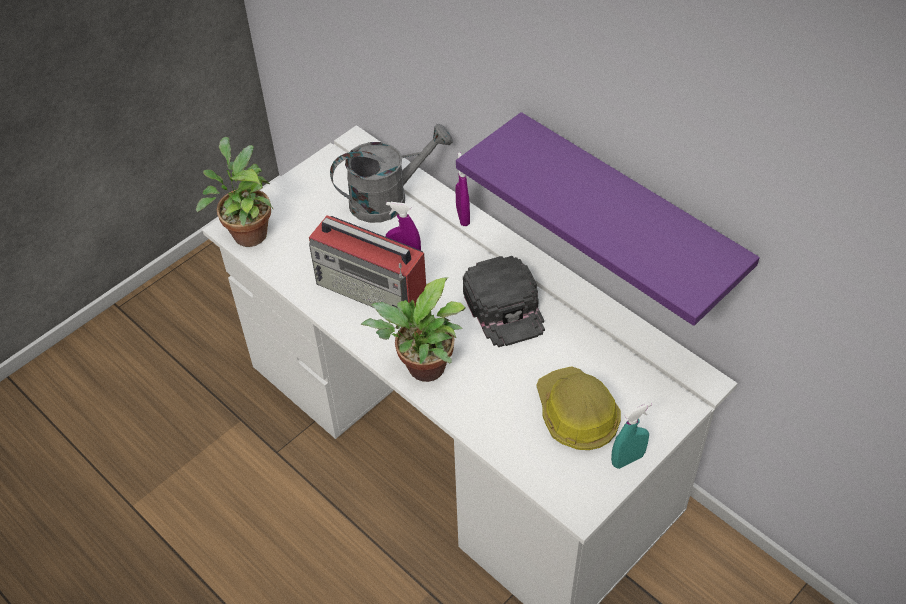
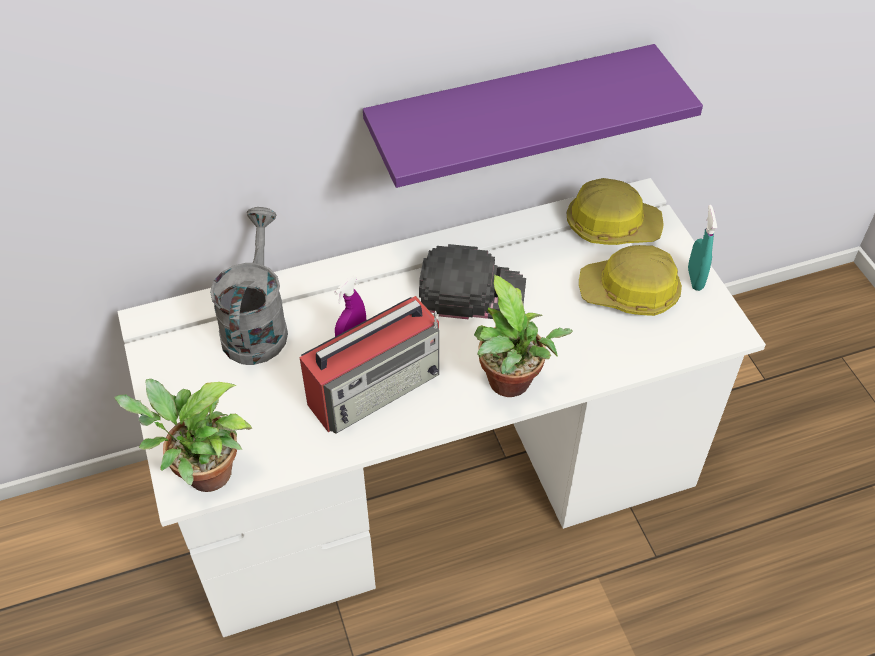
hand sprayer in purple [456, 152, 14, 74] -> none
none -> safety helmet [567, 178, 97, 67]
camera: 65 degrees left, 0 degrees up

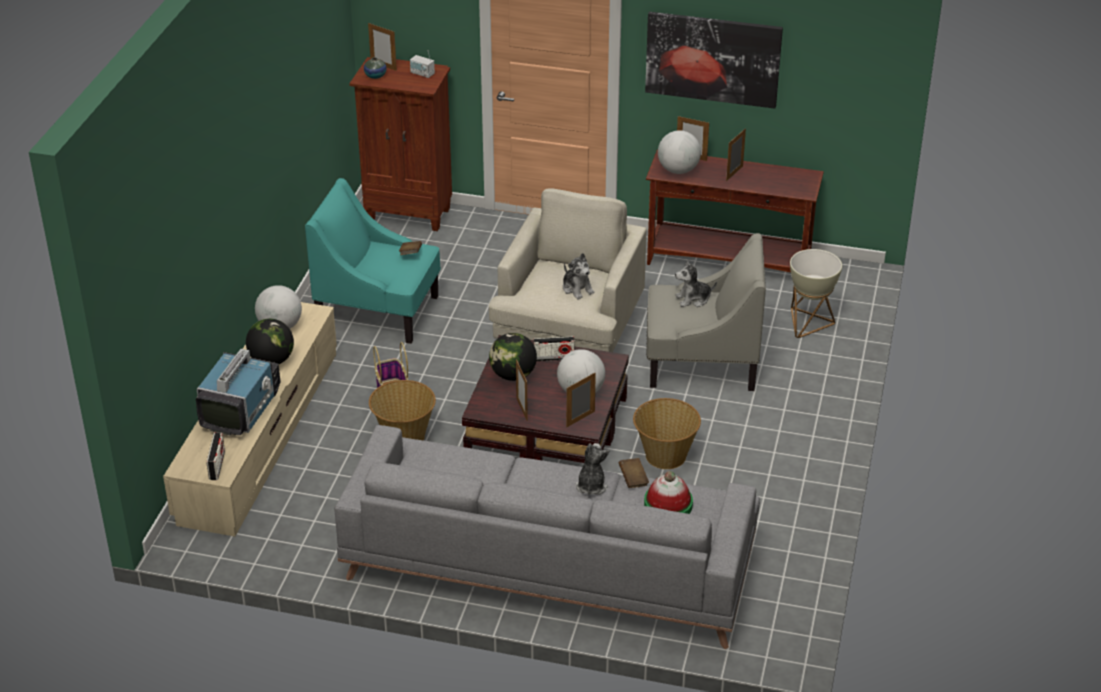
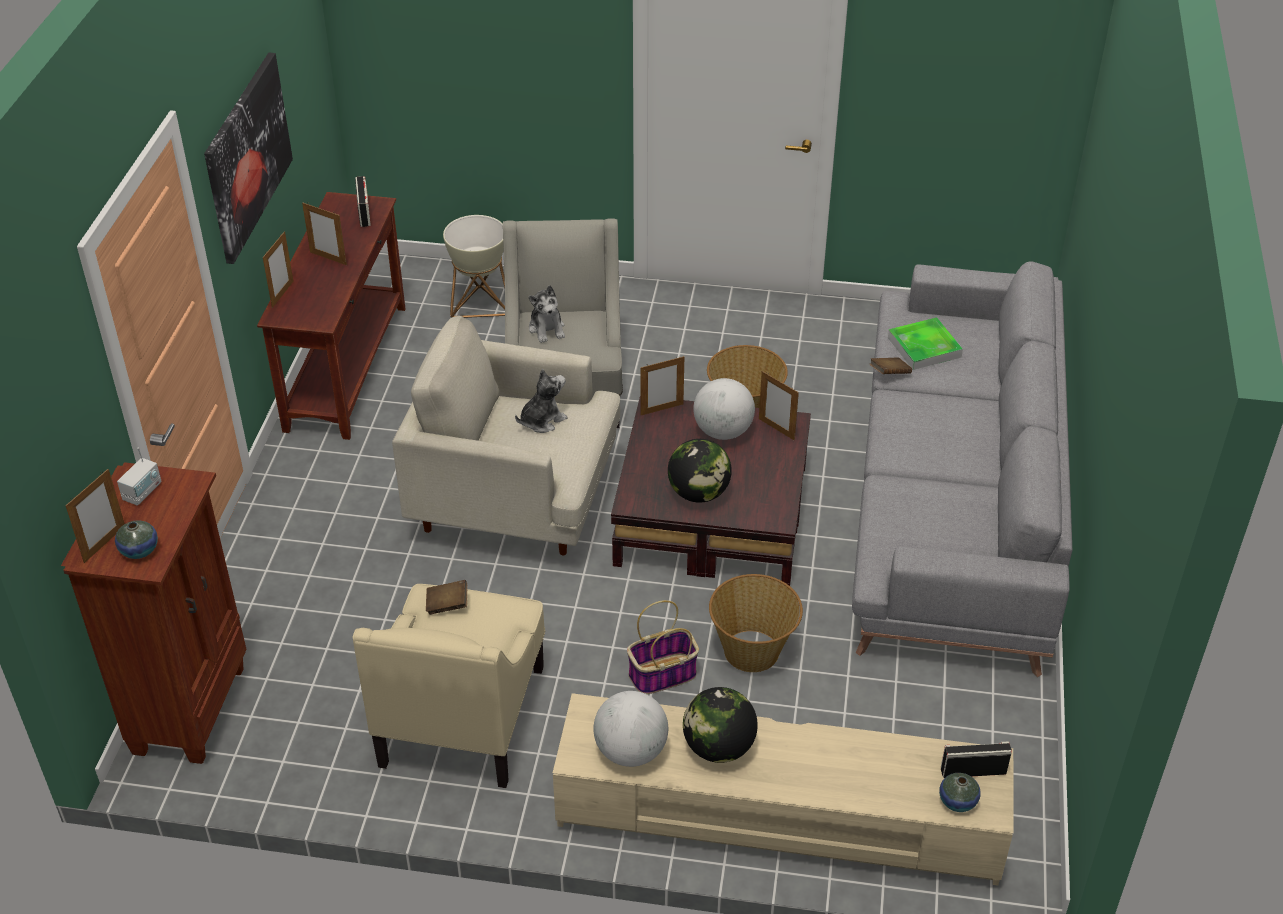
TV [196, 349, 85, 87] -> none
plush toy [576, 443, 33, 52] -> none
globe [658, 130, 43, 44] -> none
none -> decorative vase [939, 773, 42, 39]
photo frame [516, 359, 12, 62] -> photo frame [640, 356, 44, 59], move
radio receiver [533, 336, 41, 25] -> radio receiver [355, 176, 16, 51], move
wearable hat [644, 471, 49, 43] -> serving tray [888, 317, 75, 53]
easy chair in turquoise [305, 178, 136, 166] -> easy chair in sand-coloured [353, 584, 192, 204]
camera: 95 degrees left, 5 degrees up

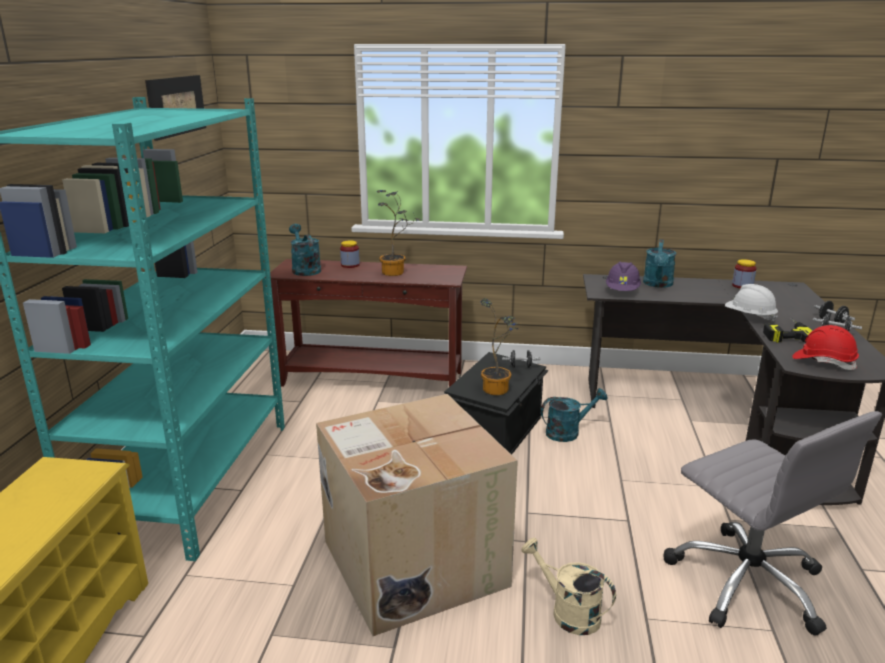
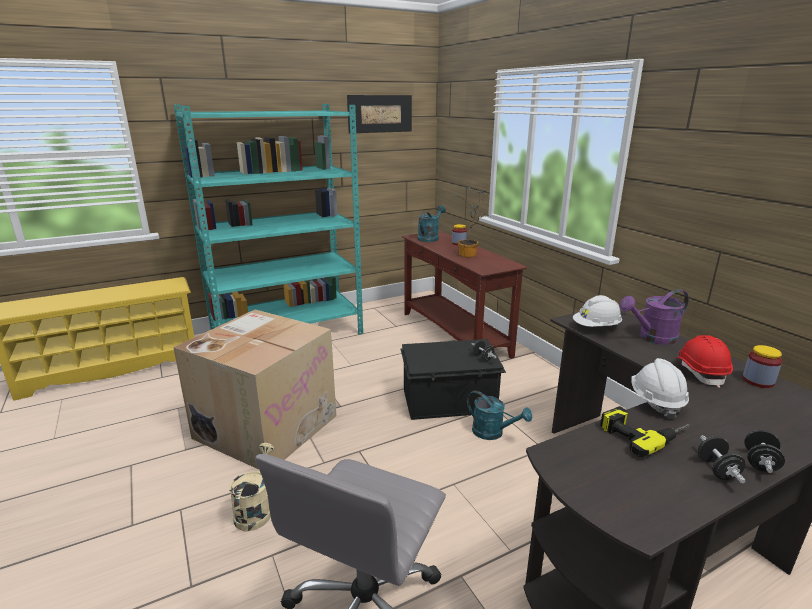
plant in a pot [480, 298, 40, 97] -> none
safety helmet in red [792, 325, 67, 45] -> safety helmet in red [675, 335, 58, 53], move
safety helmet in purple [606, 261, 35, 30] -> safety helmet in white [573, 295, 49, 32]
watering pot in turquoise [643, 239, 33, 49] -> watering pot in purple [620, 289, 69, 56]
camera: 55 degrees right, 0 degrees up

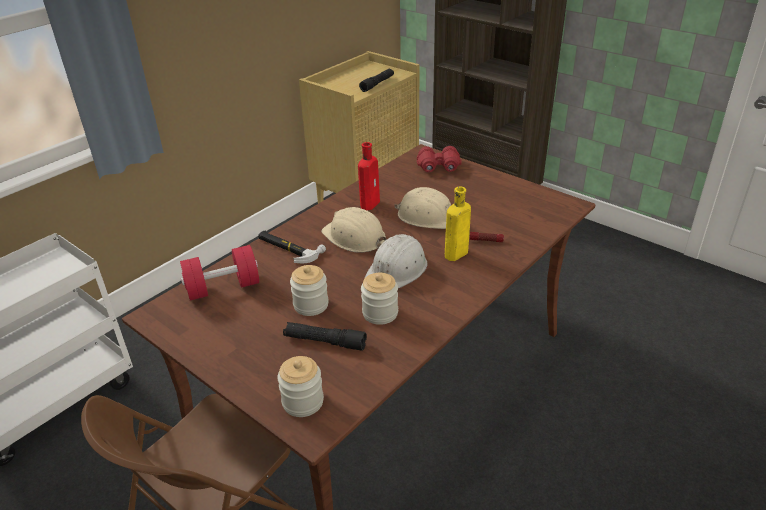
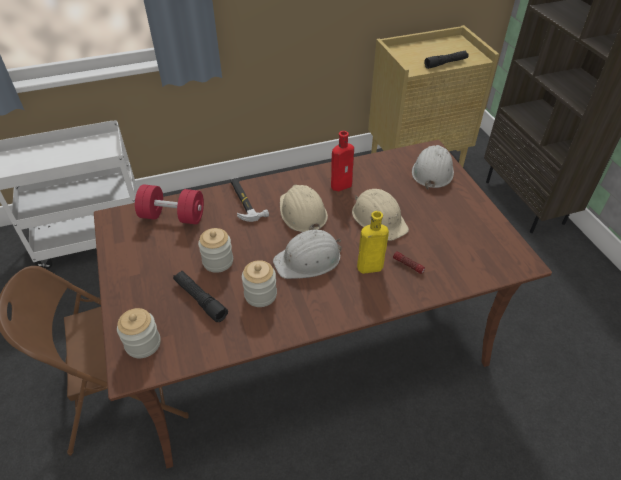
pair of binoculars in red [416, 146, 46, 26] -> safety helmet in white [412, 145, 42, 44]
camera: 30 degrees right, 10 degrees up

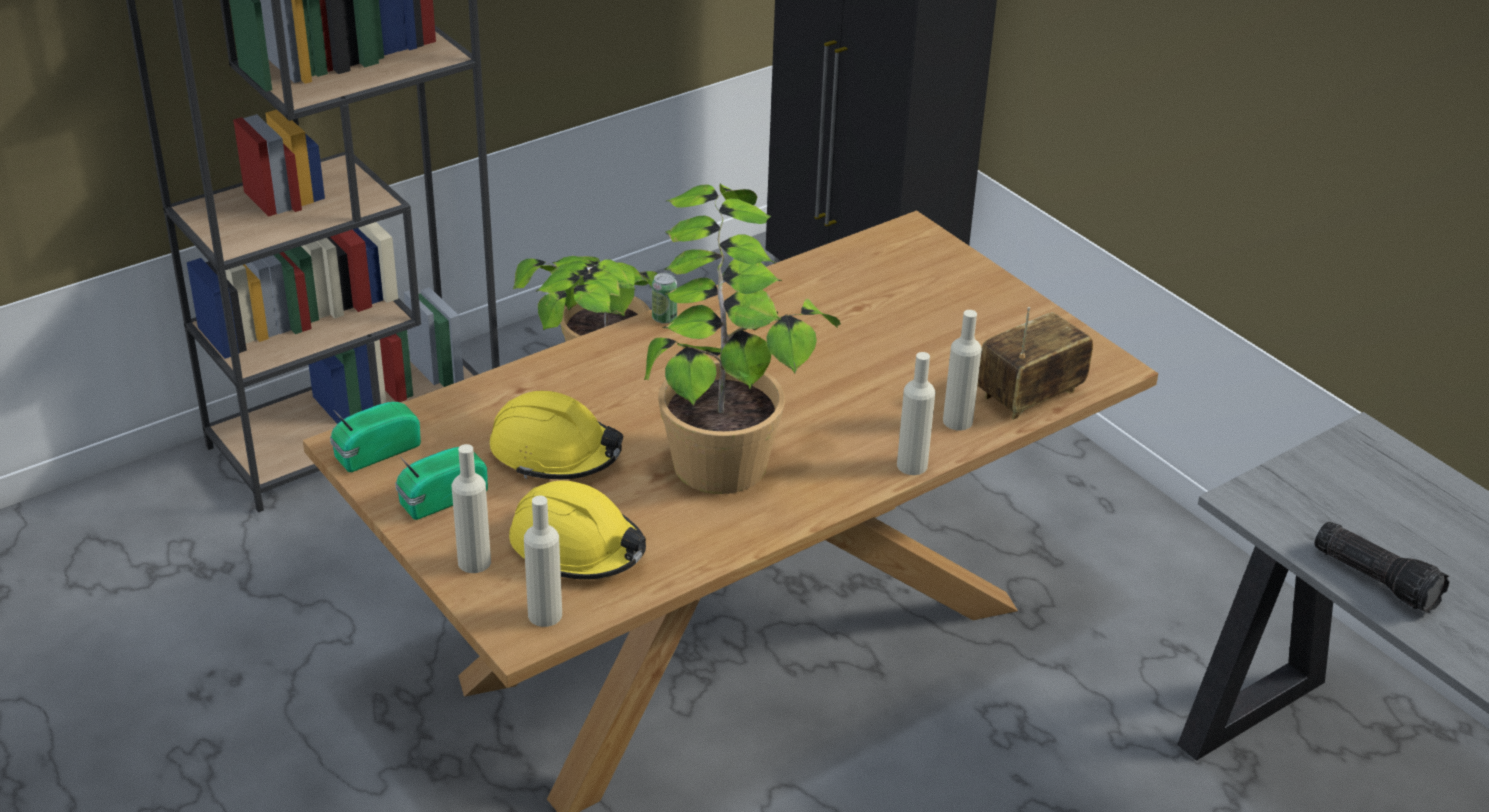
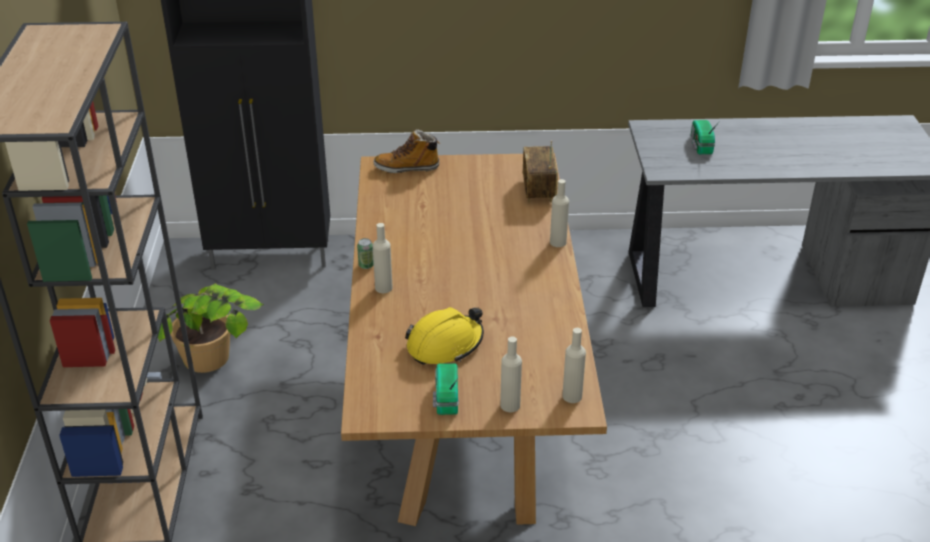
safety helmet in yellow-coloured [509, 480, 137, 100] -> none
plant in a pot [644, 184, 197, 310] -> none
flashlight [1314, 522, 136, 91] -> none
none -> high-top boot [373, 130, 67, 43]
radio receiver [330, 402, 91, 70] -> radio receiver [691, 120, 28, 34], move
beverage bottle in sand-coloured [943, 310, 39, 120] -> beverage bottle in sand-coloured [373, 223, 20, 70], move
camera: 55 degrees left, 0 degrees up

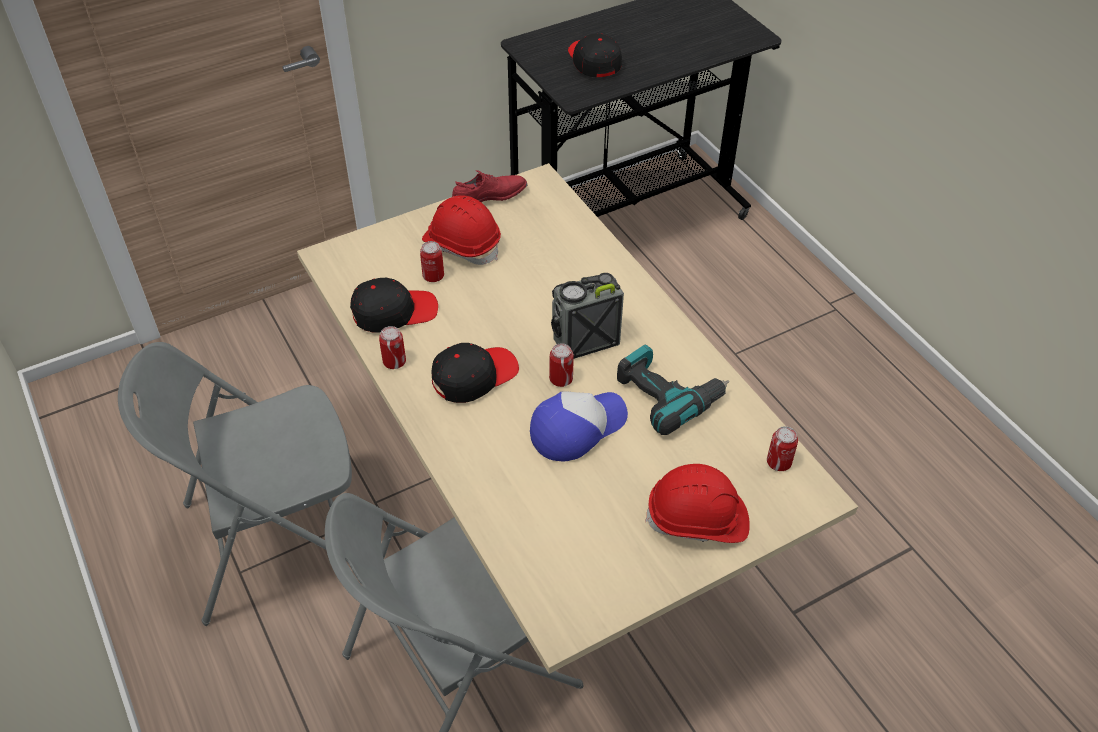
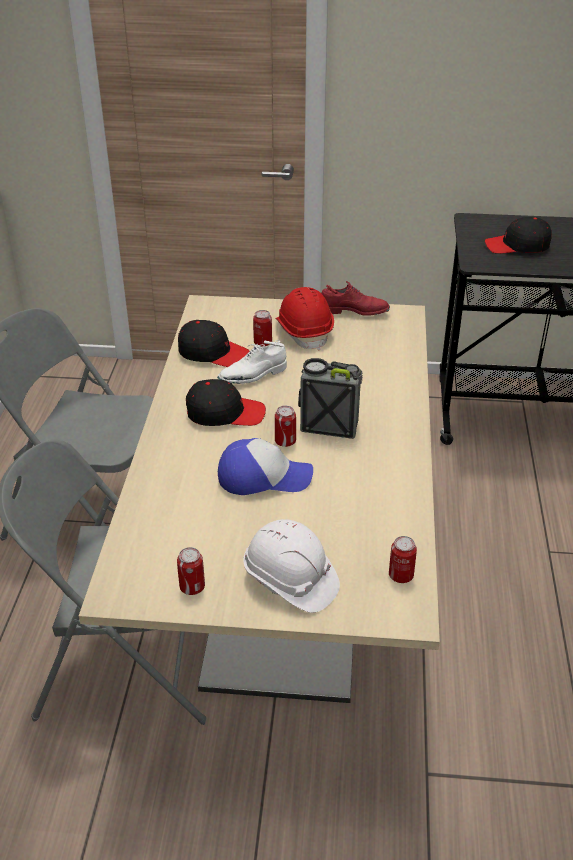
drill [617, 344, 112, 91] -> none
none -> shoe in white [217, 340, 70, 44]
metal can [379, 326, 27, 43] -> metal can [177, 547, 28, 48], move
safety helmet in red [645, 464, 105, 79] -> safety helmet in white [243, 519, 97, 94]
baseball cap in black-coloured [568, 34, 54, 44] -> baseball cap in black-coloured [485, 217, 67, 37], 105 degrees counterclockwise
camera: 35 degrees right, 10 degrees down

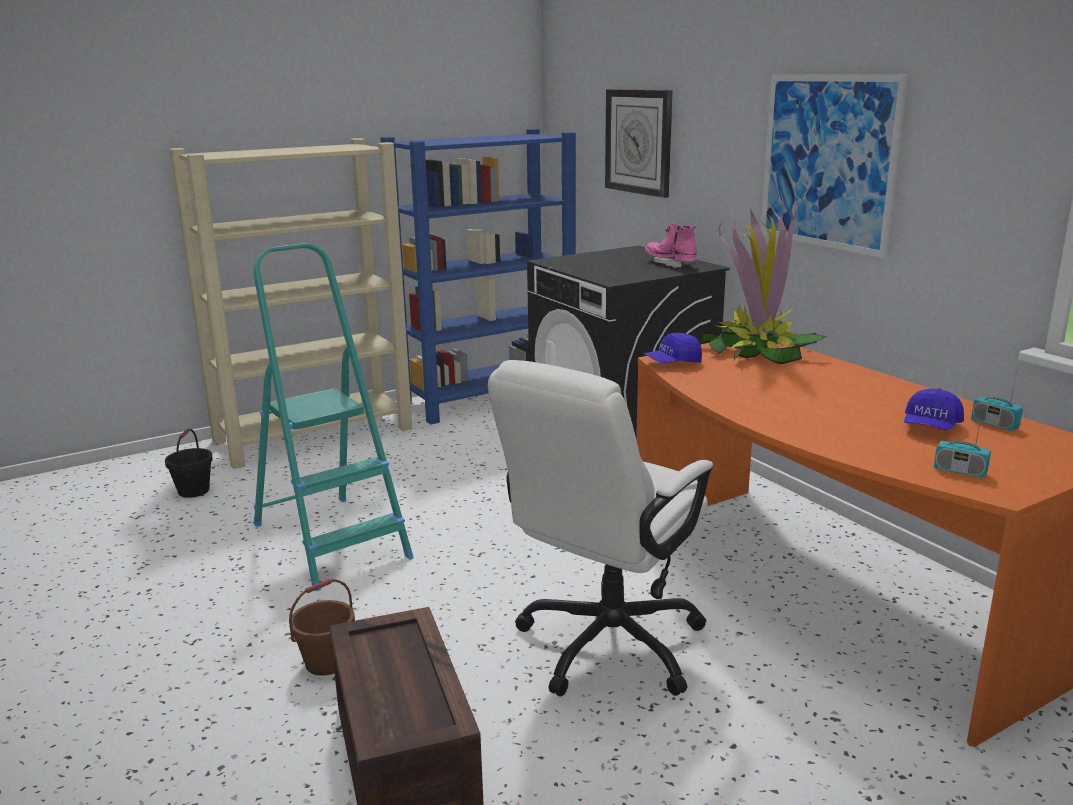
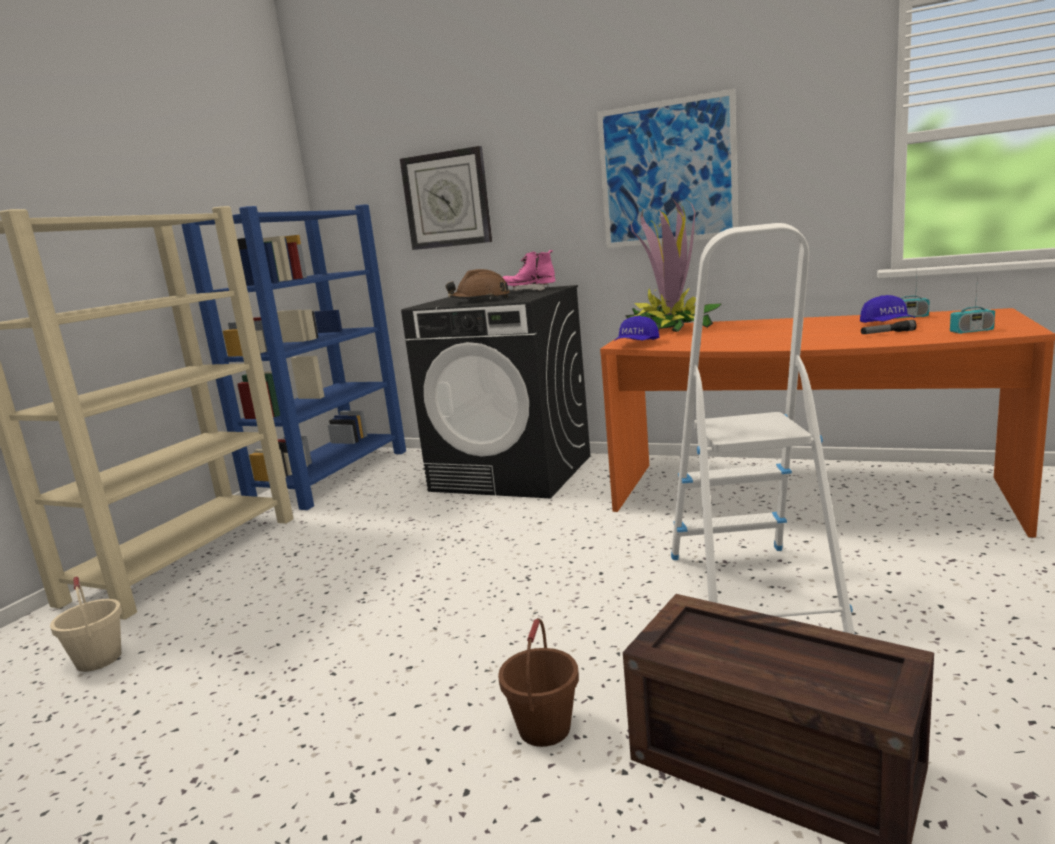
stepladder in turquoise [253, 243, 161, 348] -> none
none -> safety helmet in brown-coloured [446, 269, 64, 30]
none -> flashlight [861, 320, 56, 14]
office chair in white [488, 360, 225, 336] -> stepladder in white [671, 223, 184, 411]
bucket in black-coloured [165, 428, 48, 70] -> bucket in sand-coloured [50, 576, 72, 96]
camera: 35 degrees left, 5 degrees down

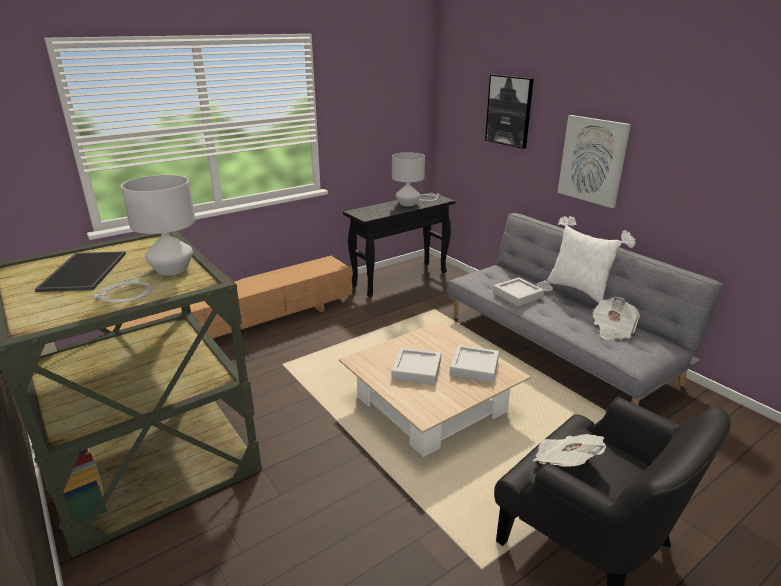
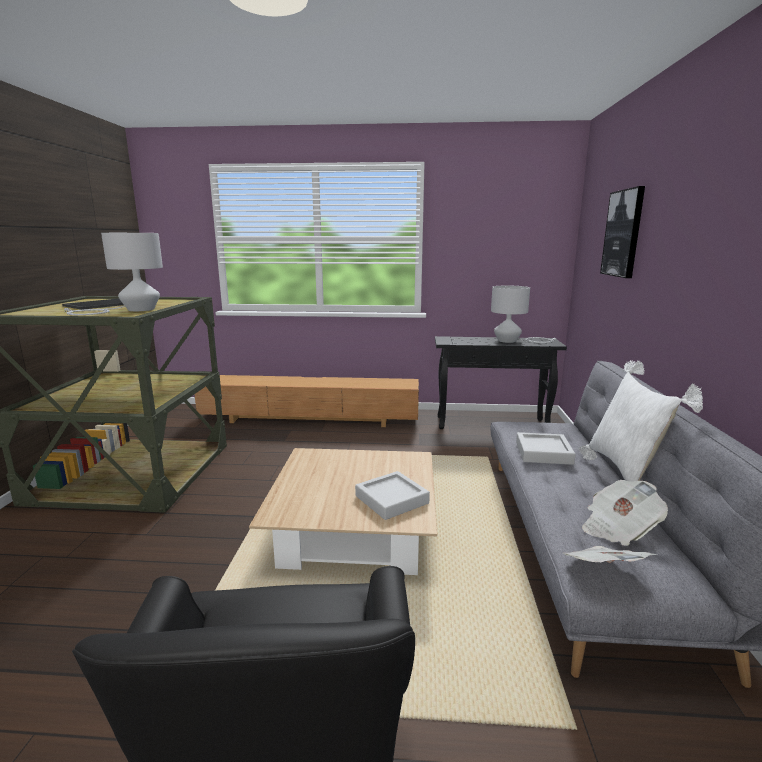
serving tray in greyish [392, 348, 49, 37] -> none
wall art [558, 115, 73, 93] -> none
newspaper [533, 434, 73, 33] -> newspaper [564, 546, 93, 17], move
camera: 40 degrees right, 10 degrees down

